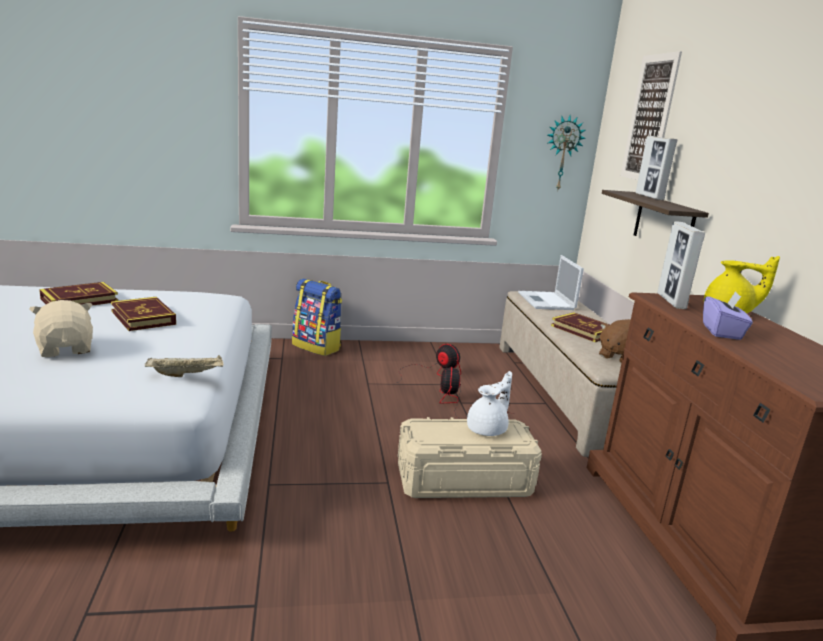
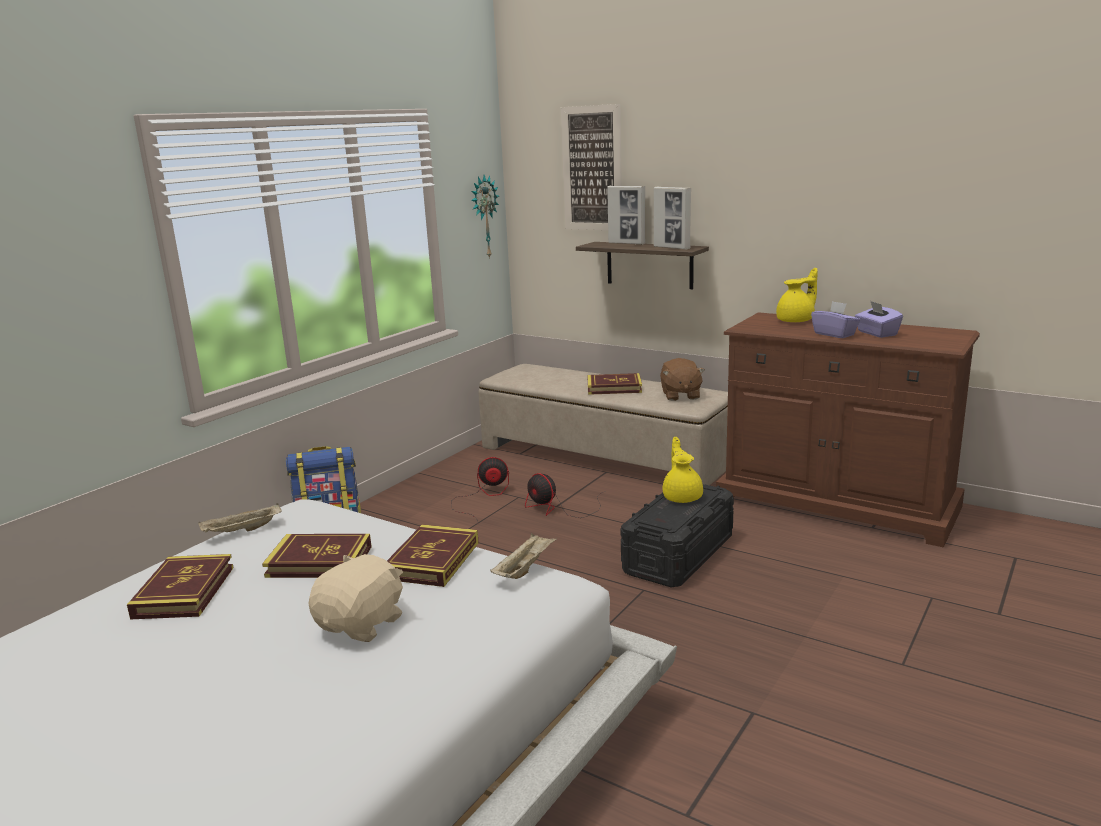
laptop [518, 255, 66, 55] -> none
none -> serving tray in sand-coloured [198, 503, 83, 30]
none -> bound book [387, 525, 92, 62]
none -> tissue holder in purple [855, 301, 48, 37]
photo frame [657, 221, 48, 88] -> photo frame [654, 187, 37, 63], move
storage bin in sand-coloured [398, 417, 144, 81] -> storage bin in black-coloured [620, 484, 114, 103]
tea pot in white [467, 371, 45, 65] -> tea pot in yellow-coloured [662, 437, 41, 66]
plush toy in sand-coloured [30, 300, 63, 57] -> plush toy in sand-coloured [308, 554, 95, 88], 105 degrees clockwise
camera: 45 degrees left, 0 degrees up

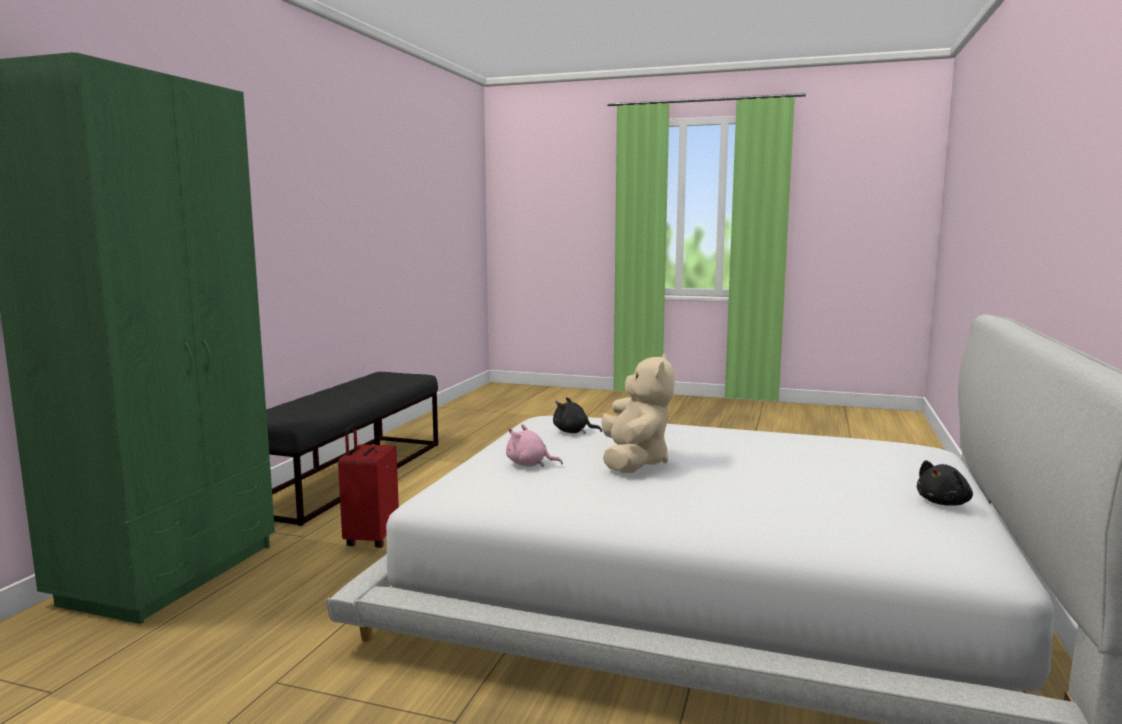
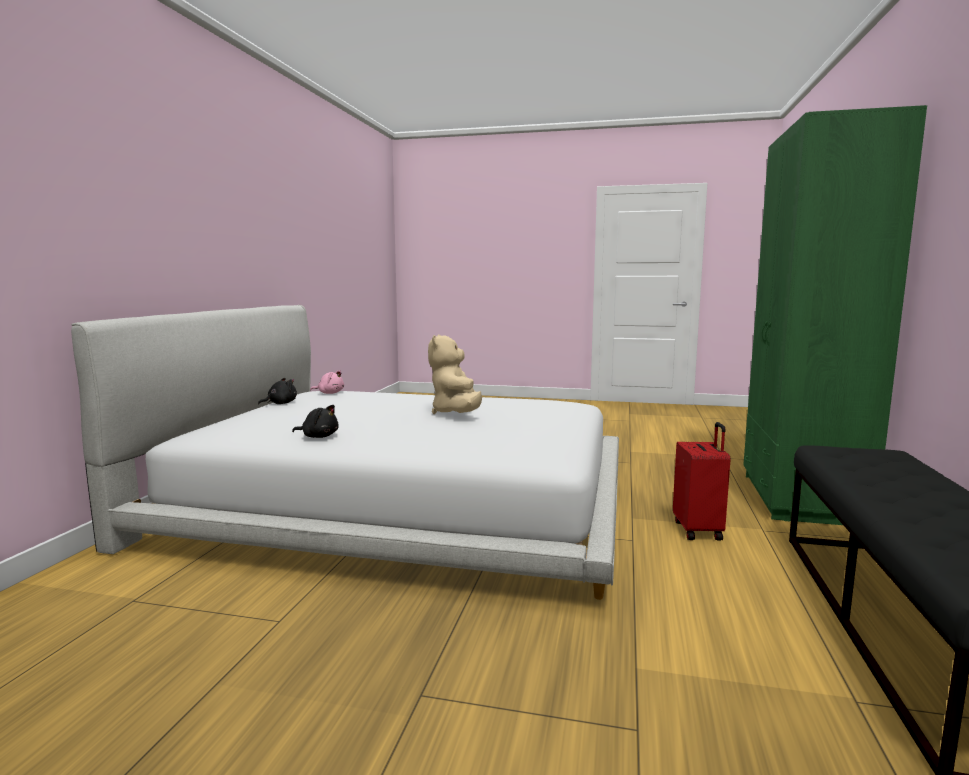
plush toy in pinkish [506, 424, 57, 43] -> plush toy in pinkish [310, 370, 34, 24], move
plush toy in black-coloured [553, 397, 49, 37] -> plush toy in black-coloured [292, 405, 47, 33], move
camera: 175 degrees right, 0 degrees up

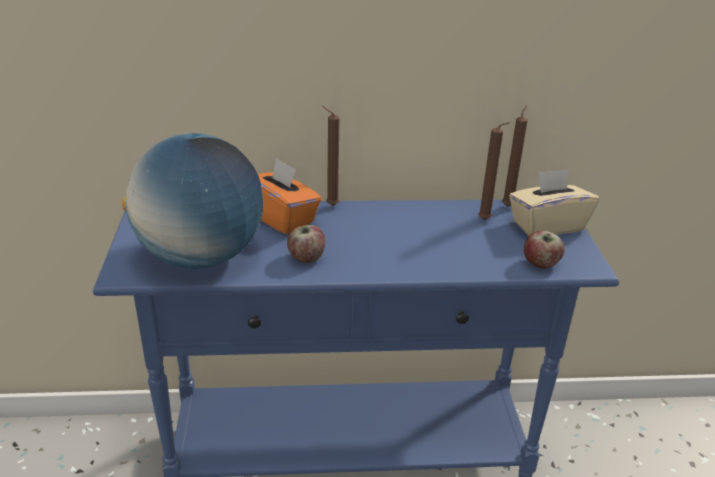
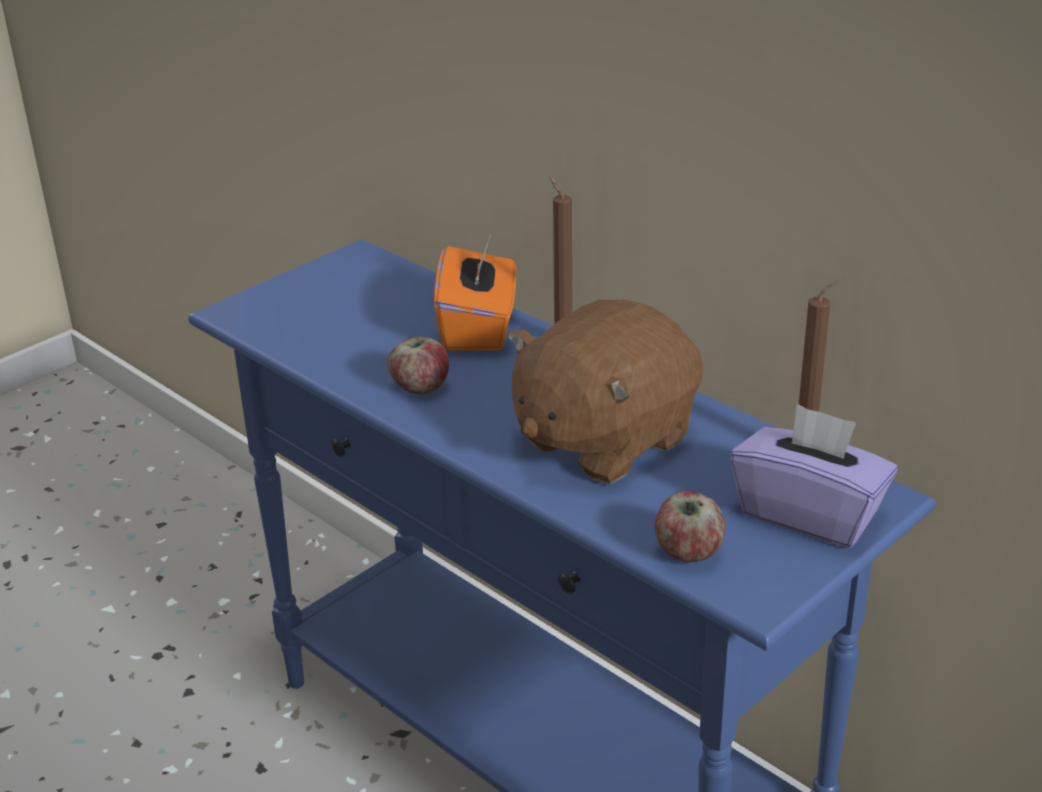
globe [122, 133, 141, 136] -> none
candle in brown-coloured [478, 122, 32, 98] -> none
none -> plush toy in brown-coloured [508, 300, 195, 184]
tissue holder in sand-coloured [509, 169, 90, 67] -> tissue holder in purple [730, 404, 168, 144]
camera: 50 degrees right, 0 degrees up

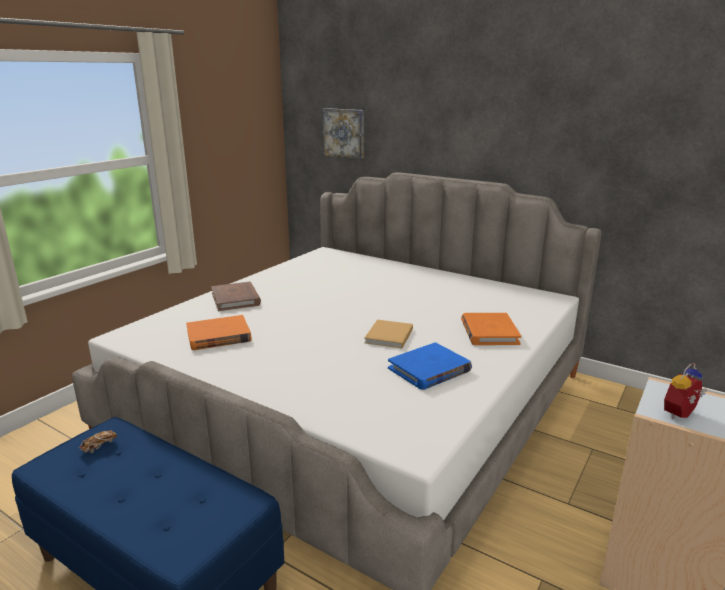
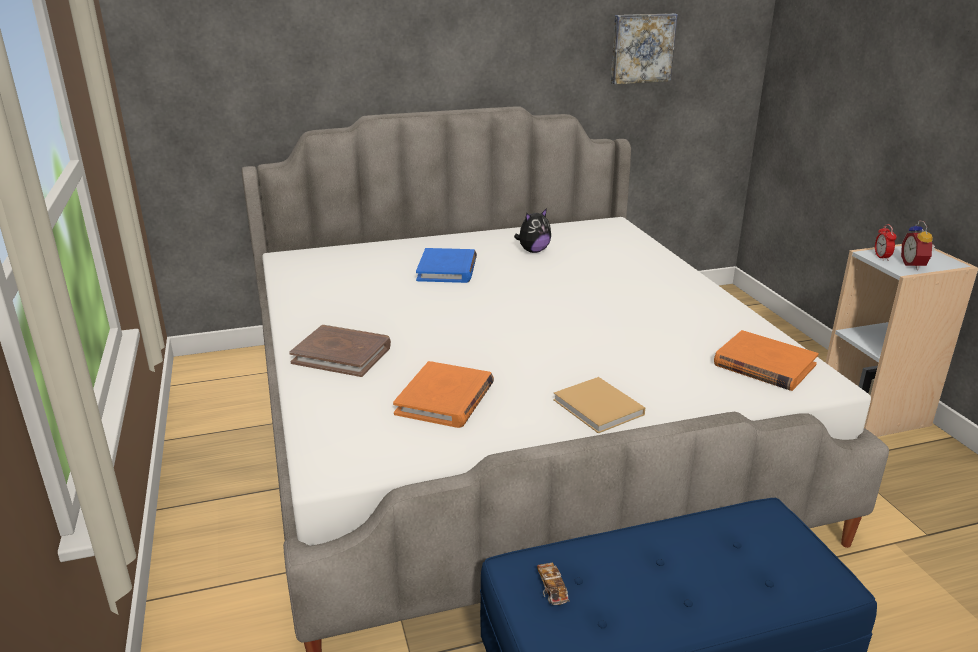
none -> plush toy [514, 208, 37, 45]
none -> bedside clock [875, 224, 22, 37]
wall art [323, 108, 41, 51] -> wall art [611, 13, 66, 71], move
bound book in sand-coloured [364, 320, 49, 28] -> bound book in sand-coloured [553, 377, 92, 57], move
bound book in blue [388, 342, 84, 48] -> bound book in blue [416, 248, 61, 35], move
bound book in orange [461, 313, 60, 32] -> bound book in orange [714, 330, 105, 61], move
camera: 50 degrees left, 5 degrees up

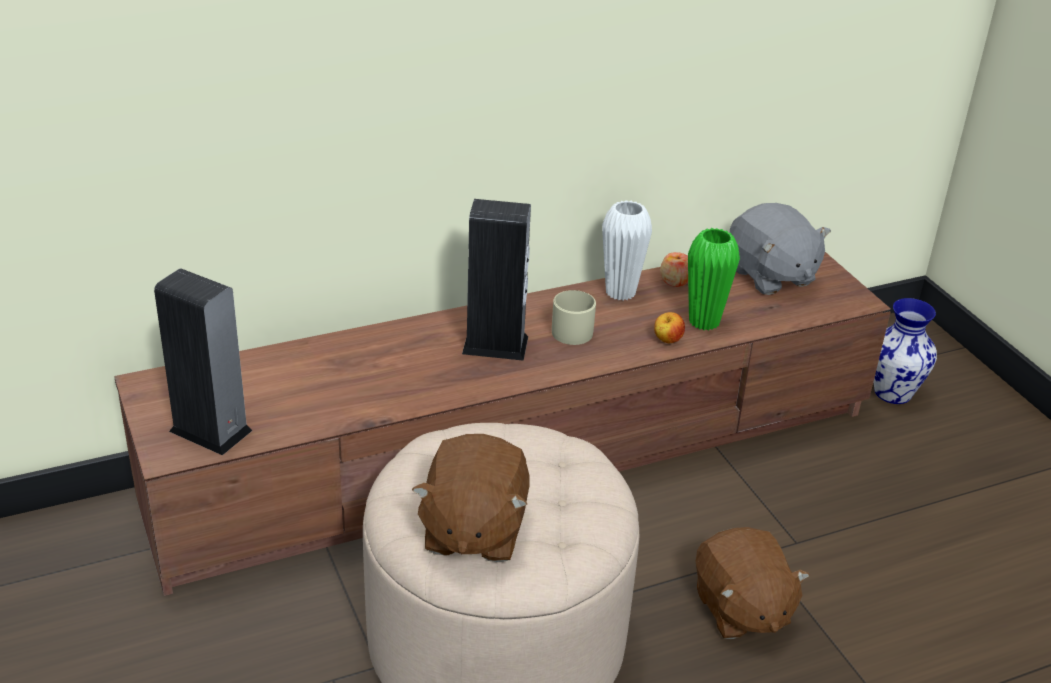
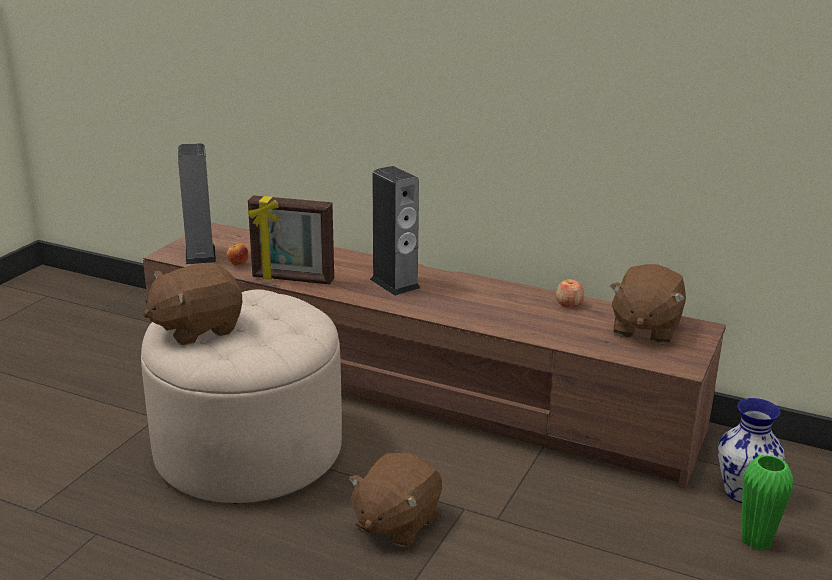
tea mug in sand-coloured [552, 290, 44, 55] -> none
decorative vase in white [602, 200, 50, 100] -> none
none -> photo frame [248, 195, 86, 89]
apple fruit [654, 312, 31, 31] -> apple fruit [227, 244, 21, 21], move
decorative vase in greenish [688, 228, 52, 102] -> decorative vase in greenish [742, 455, 52, 95], move
plush toy in greyish [730, 203, 101, 92] -> plush toy in brown-coloured [610, 264, 76, 80]
camera: 50 degrees right, 10 degrees down

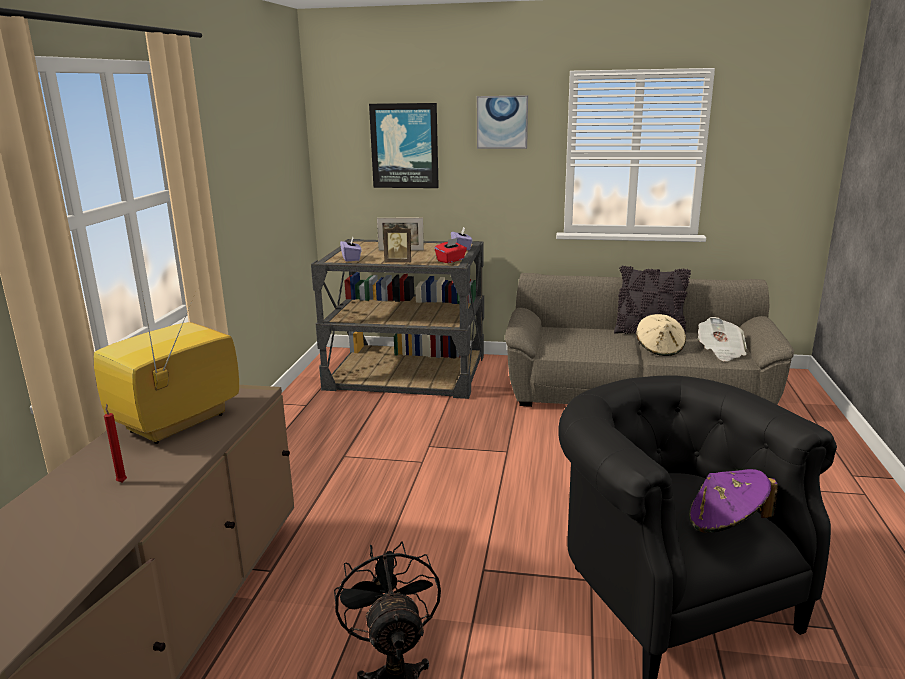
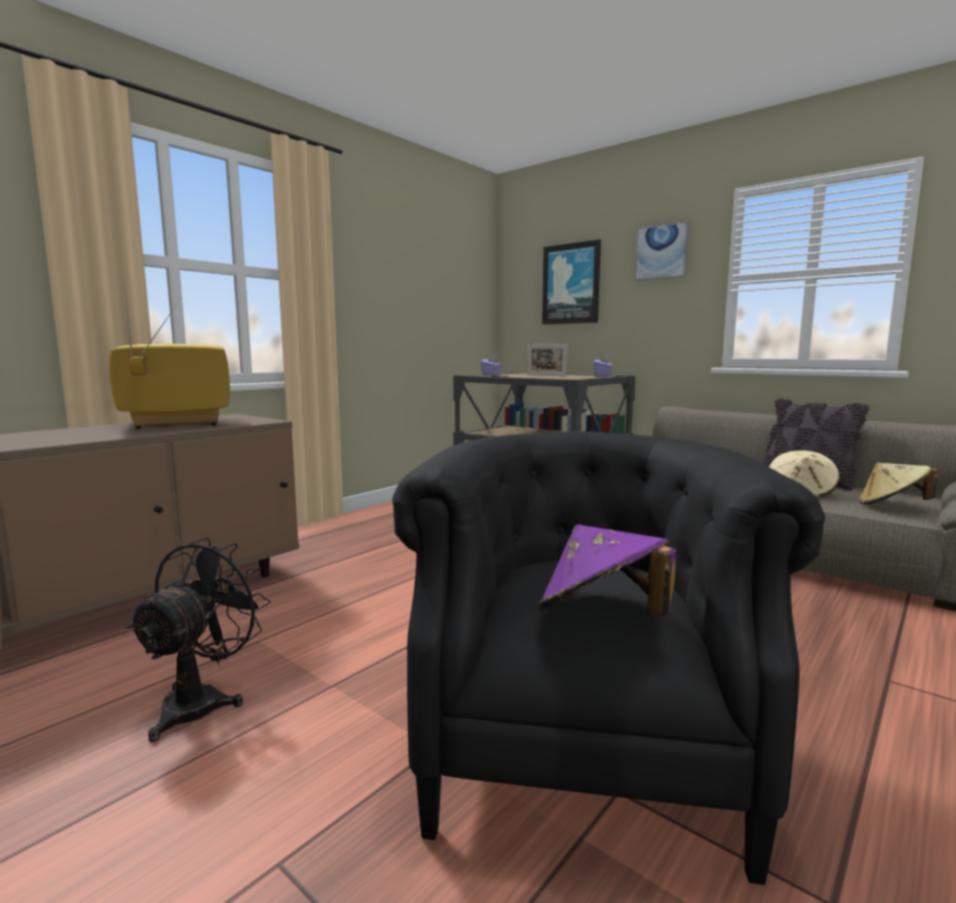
candle in red [104, 404, 23, 78] -> none
photo frame [384, 225, 27, 38] -> none
tissue holder in red [435, 238, 32, 25] -> none
newspaper [698, 317, 49, 44] -> wearable hat in sand-coloured [859, 463, 79, 42]
camera: 30 degrees right, 10 degrees down

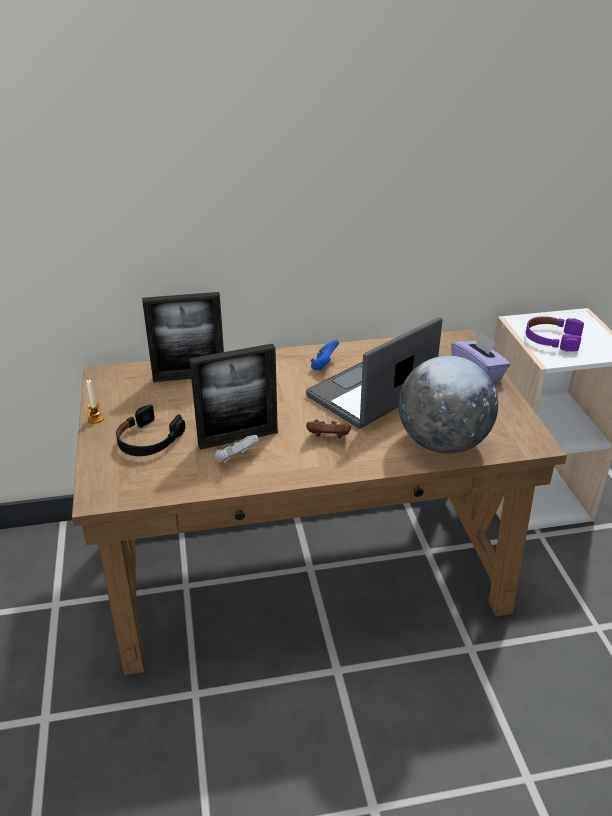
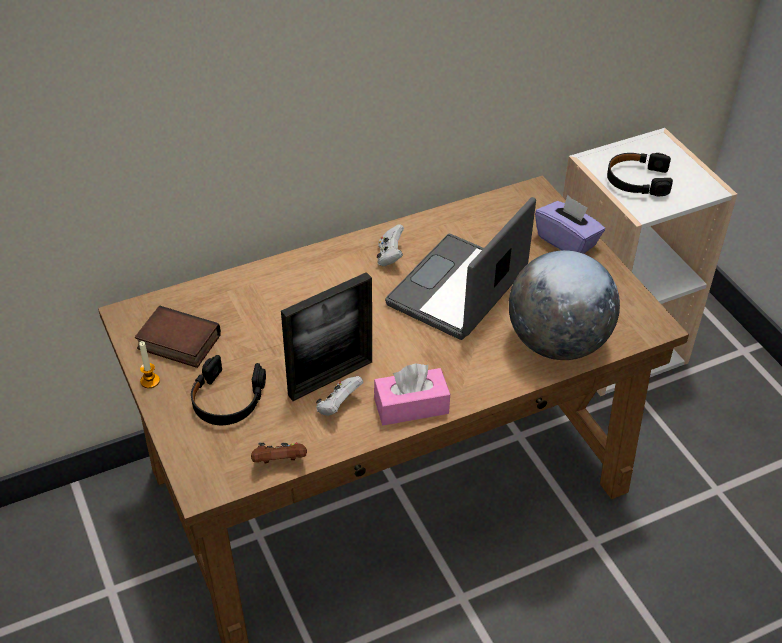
photo frame [142, 292, 82, 90] -> none
none -> bound book [135, 305, 86, 63]
none -> tissue holder in pinkish [374, 363, 76, 62]
joypad in brown-coloured [306, 420, 45, 18] -> joypad in brown-coloured [251, 442, 56, 21], move
joypad in blue [310, 340, 29, 30] -> joypad in white [377, 224, 27, 42]
pair of headphones in purple [526, 316, 58, 36] -> pair of headphones in black-coloured [607, 153, 66, 44]
camera: 15 degrees left, 10 degrees up

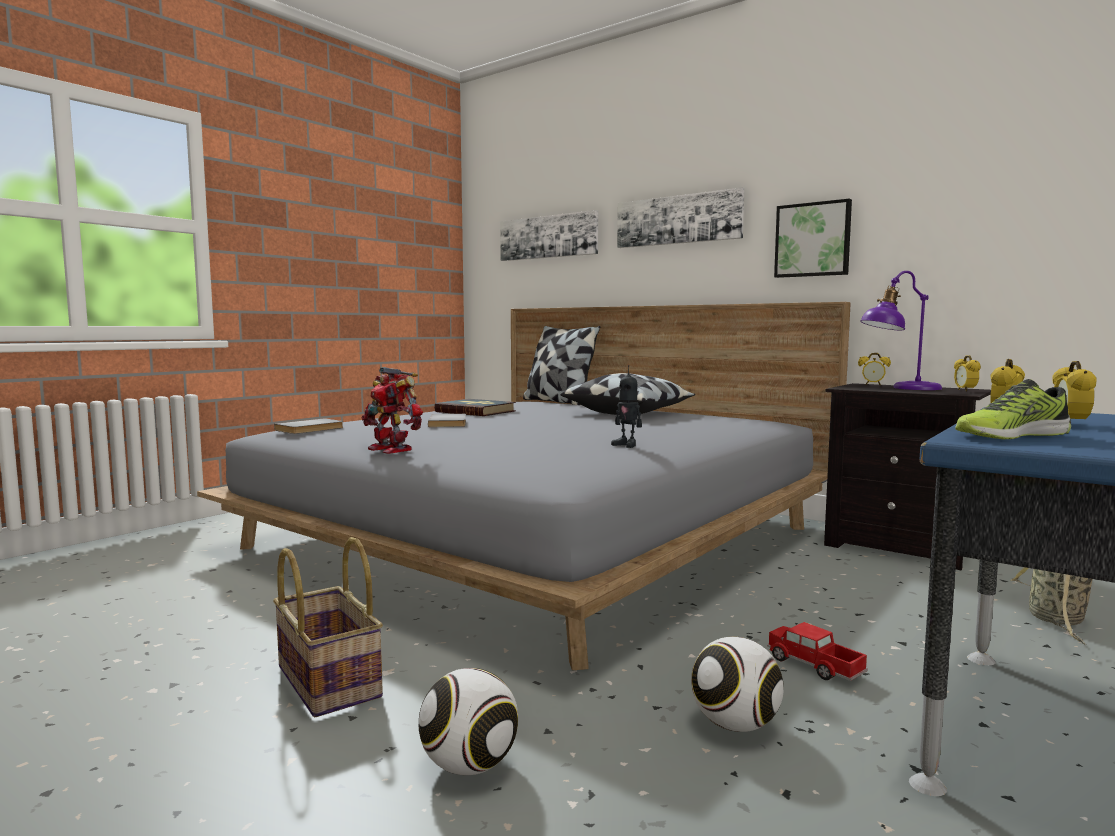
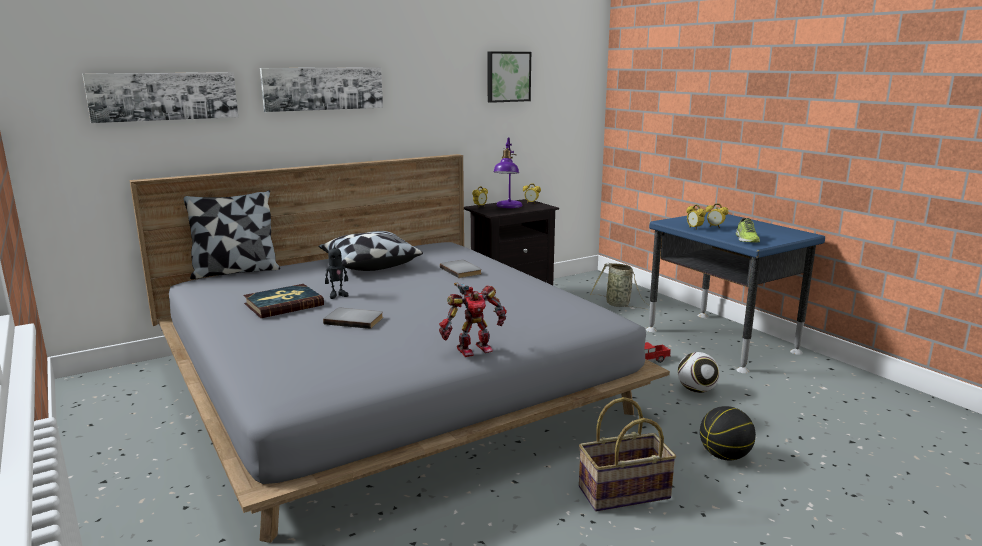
bound book in greyish [274, 418, 70, 16] -> bound book in greyish [440, 260, 42, 18], move
robot figure [611, 365, 31, 83] -> robot figure [325, 246, 23, 53], move
wall art [774, 199, 78, 79] -> wall art [488, 51, 43, 52], move
football ball [419, 668, 99, 107] -> ball for basketball [700, 406, 56, 54]
camera: 70 degrees left, 10 degrees up

